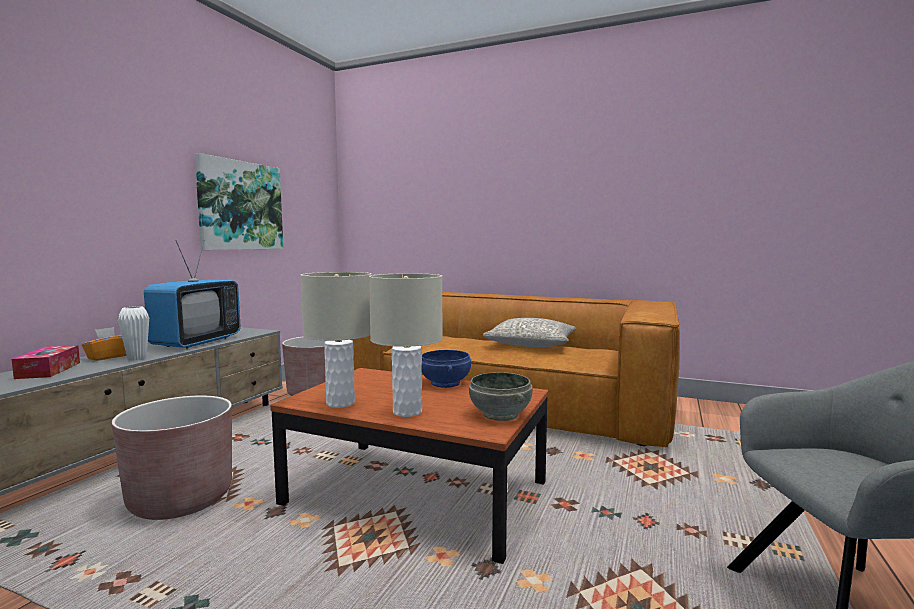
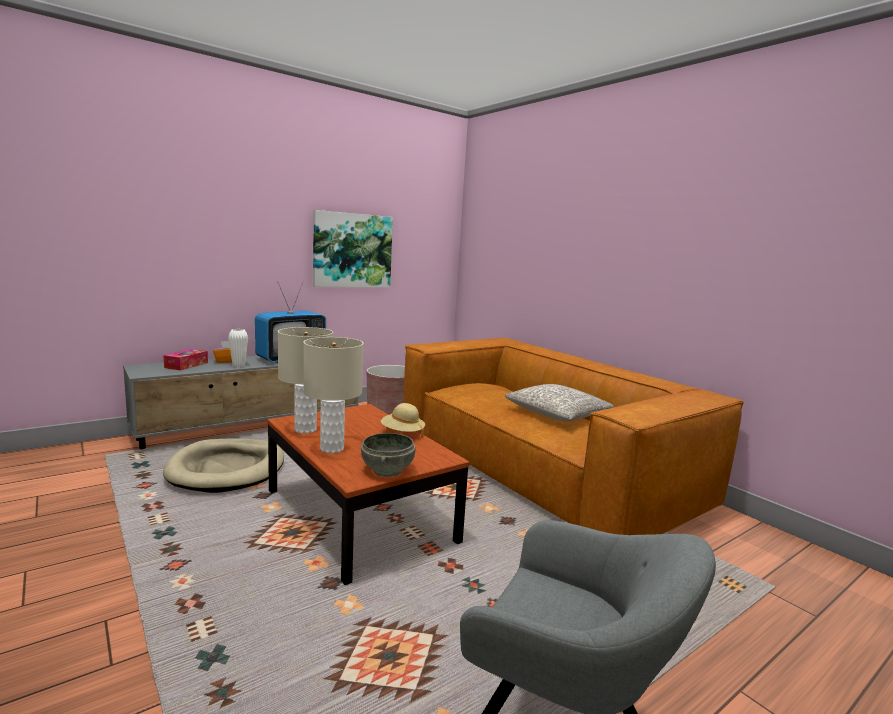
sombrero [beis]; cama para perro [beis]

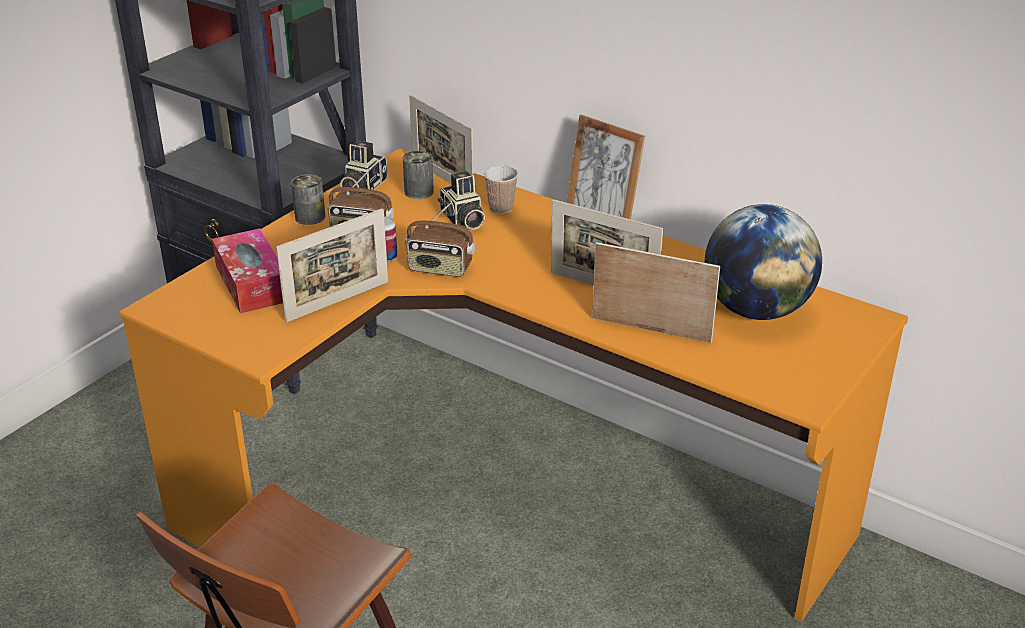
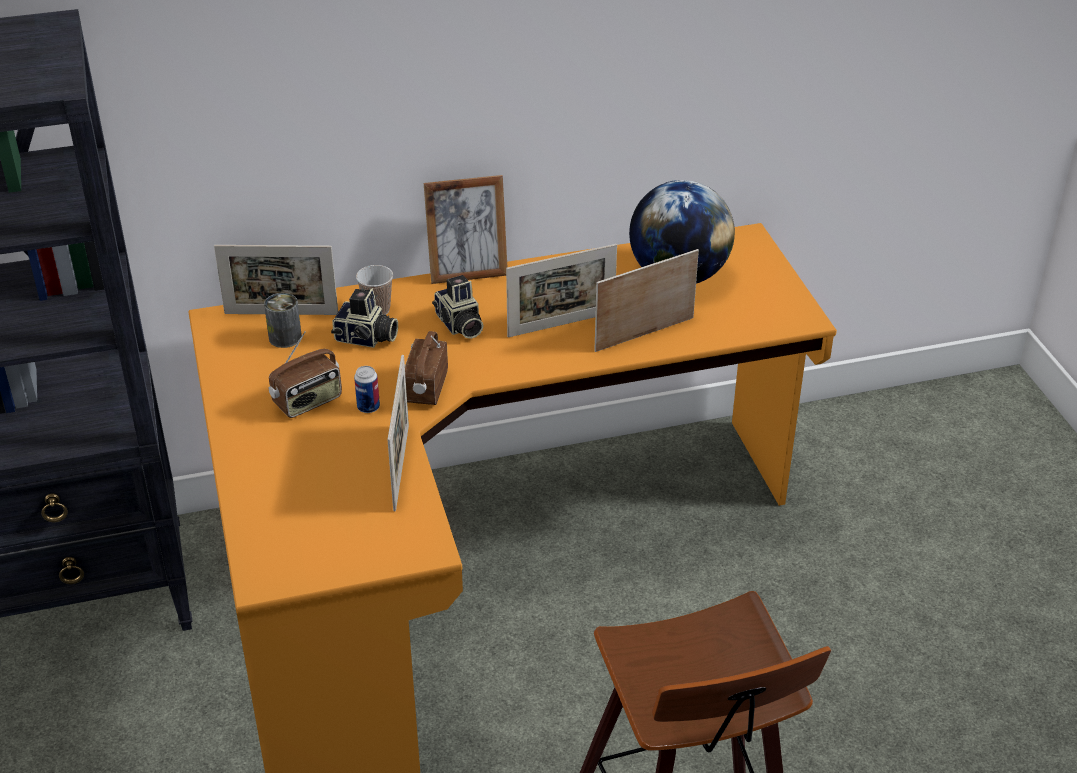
cámara (no. 2 from left); lata (no. 1 from left in the first image); radio (no. 2 from left); caja de pañuelos

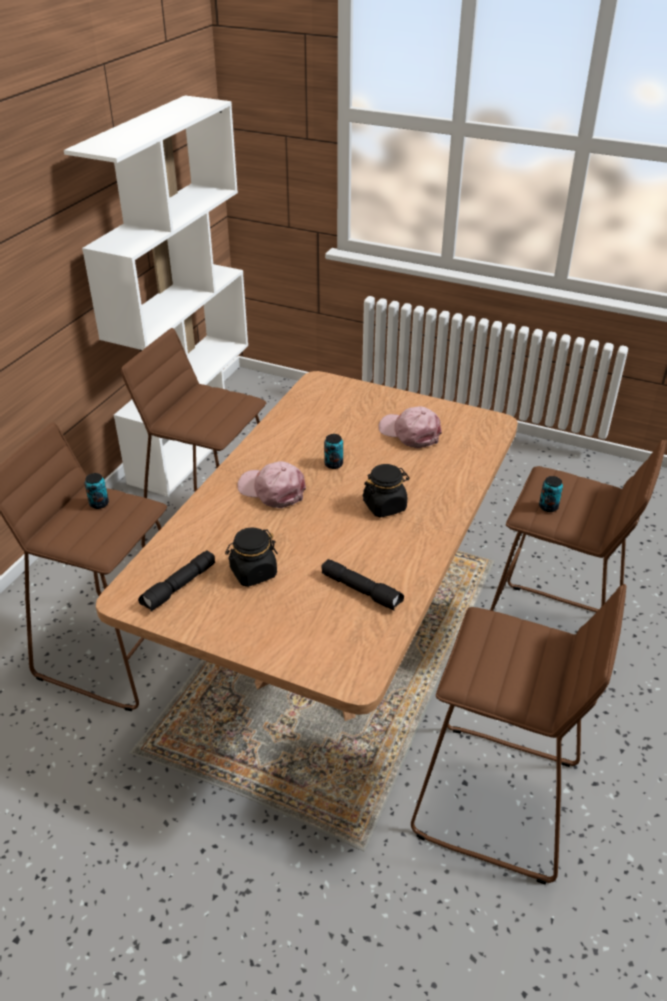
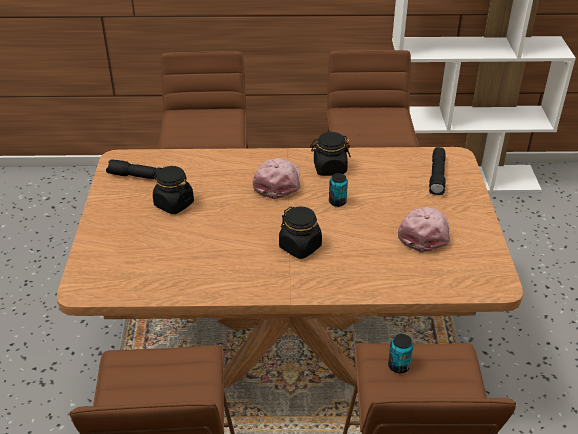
lata (no. 1 from left in the first image); linterna [negro] (no. 2 from left); tarro [negro] (no. 3 from left)

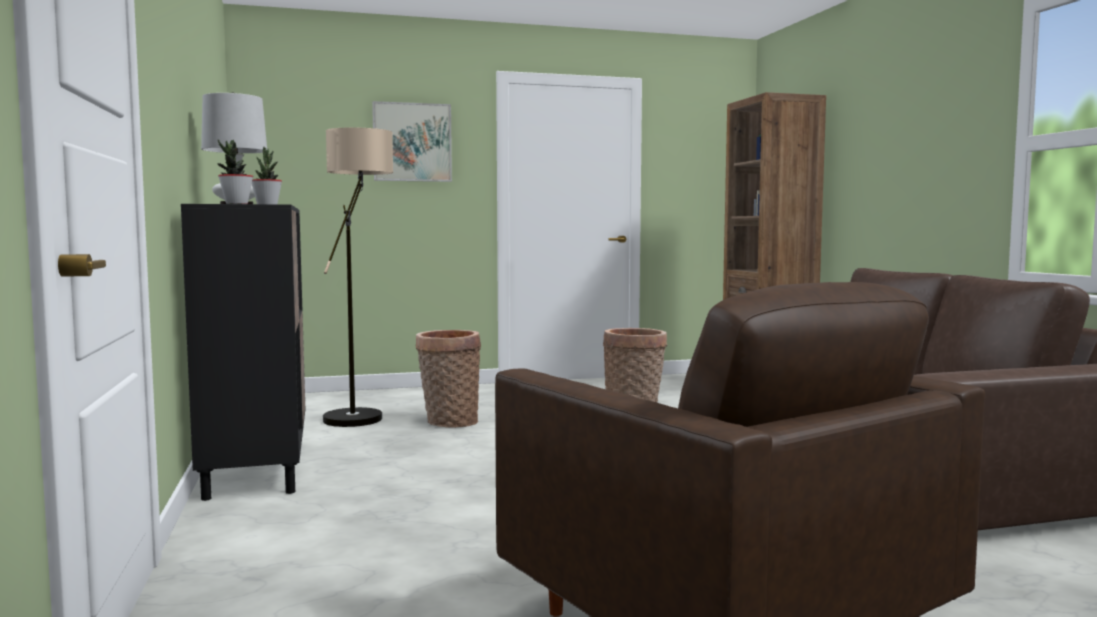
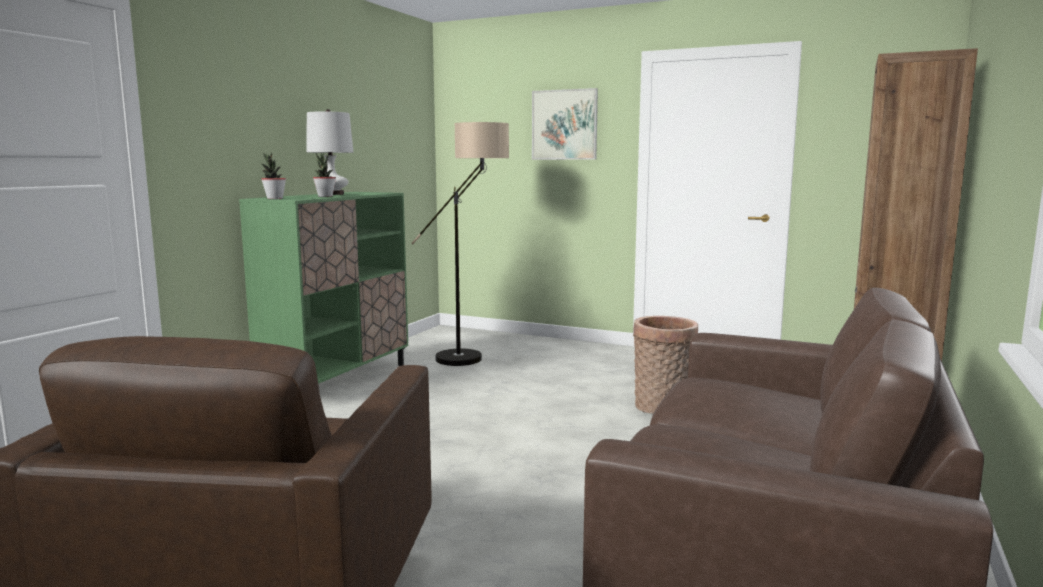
armario [verde]; cesta (no. 1 from left in the first image)

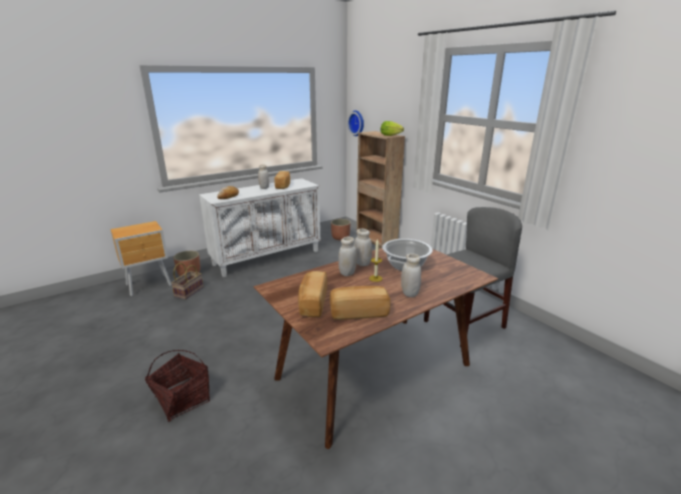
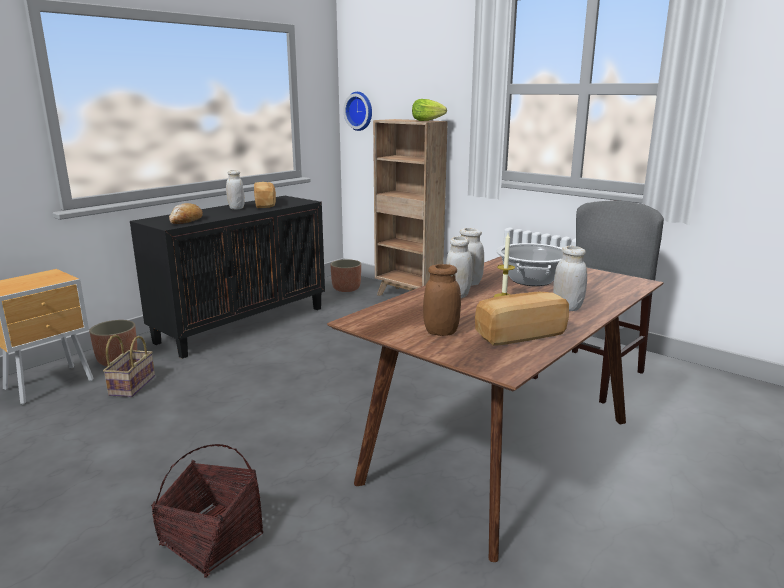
armario [negro]; tarro [marrón]

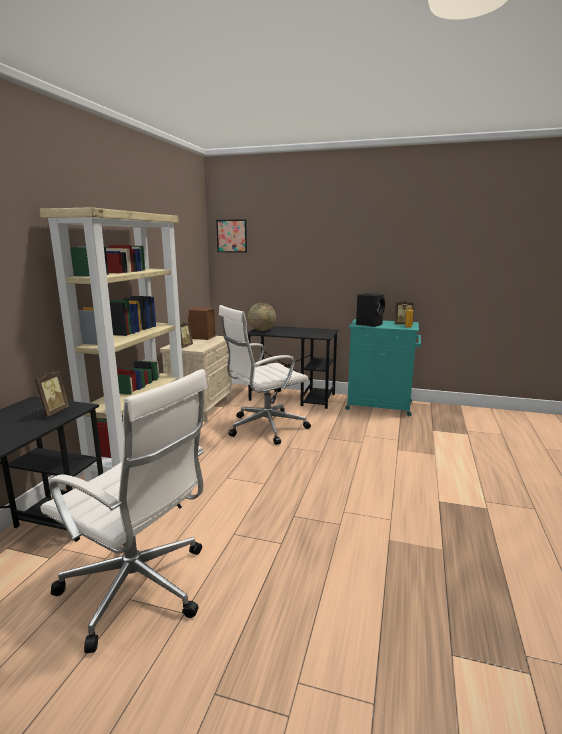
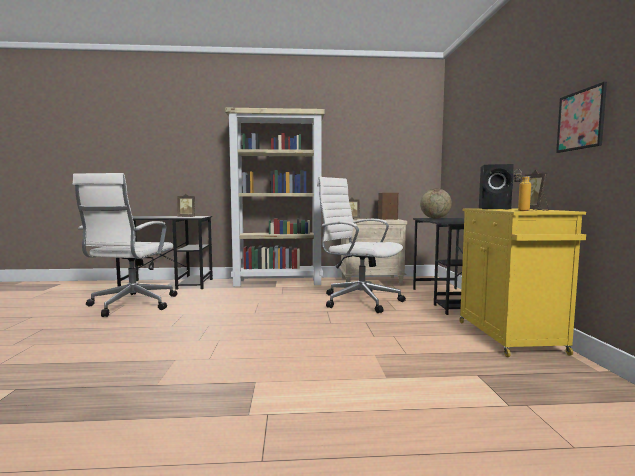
cuadro; armario [amarillo]

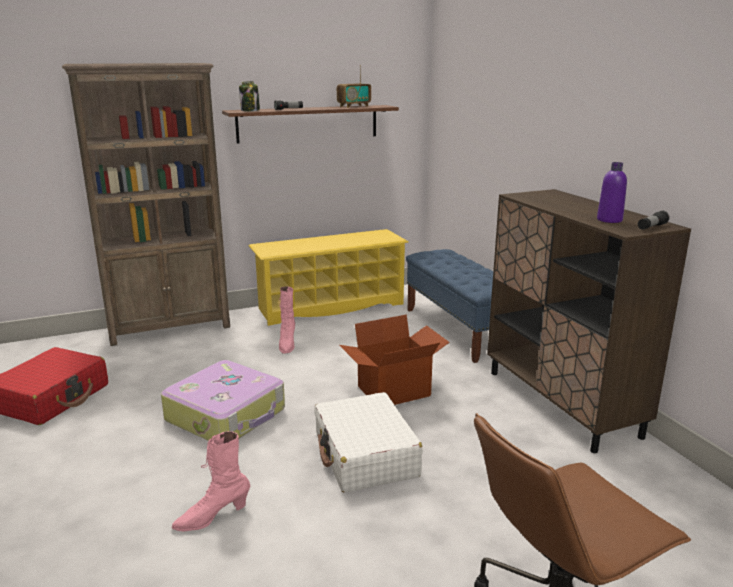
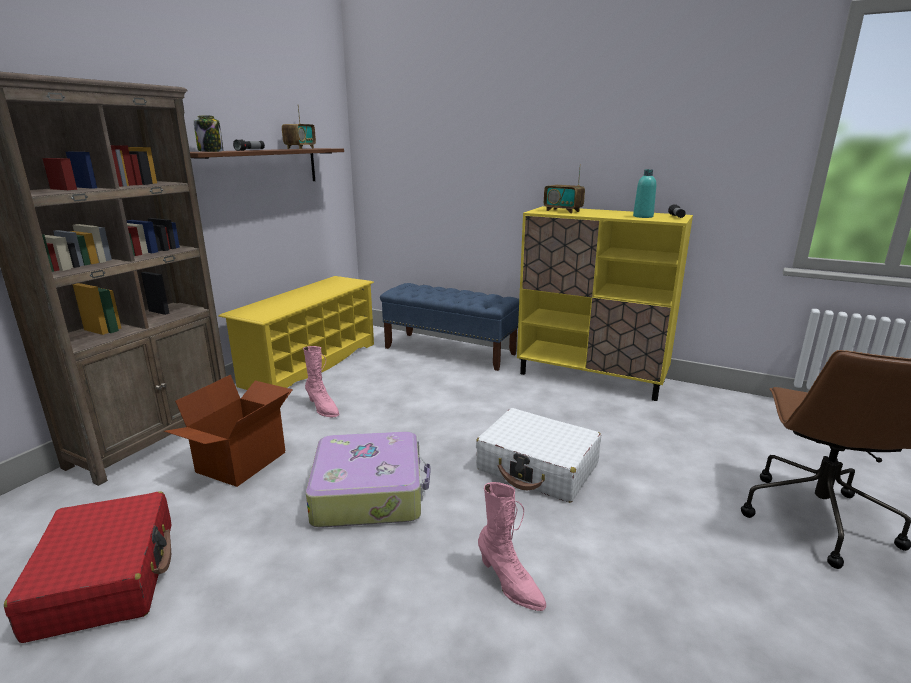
botella [turquesa]; armario [amarillo]; caja de cartón; bota [rosa] (no. 2 from left); radio (no. 2 from left)

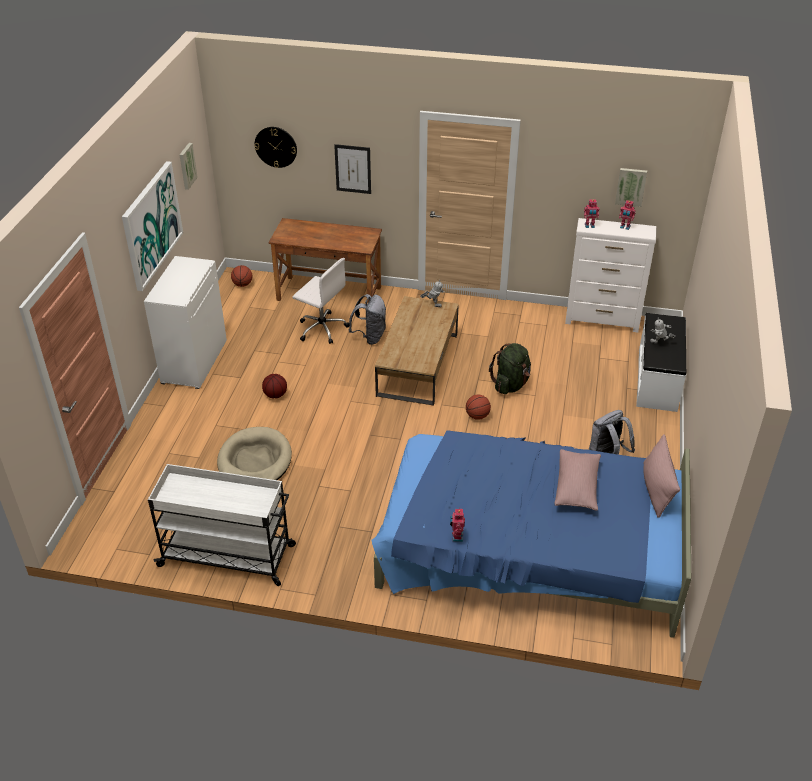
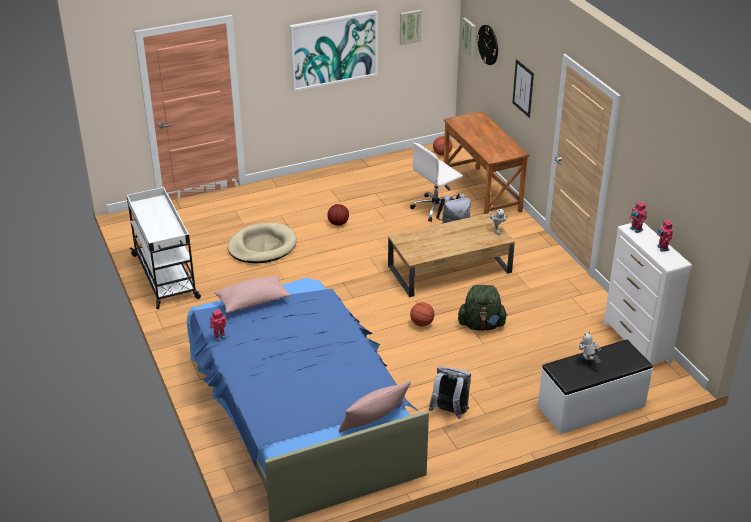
cuadro (no. 3 from left); armario [blanco]; silla de oficina [blanco]; cojín [rosa] (no. 1 from left)

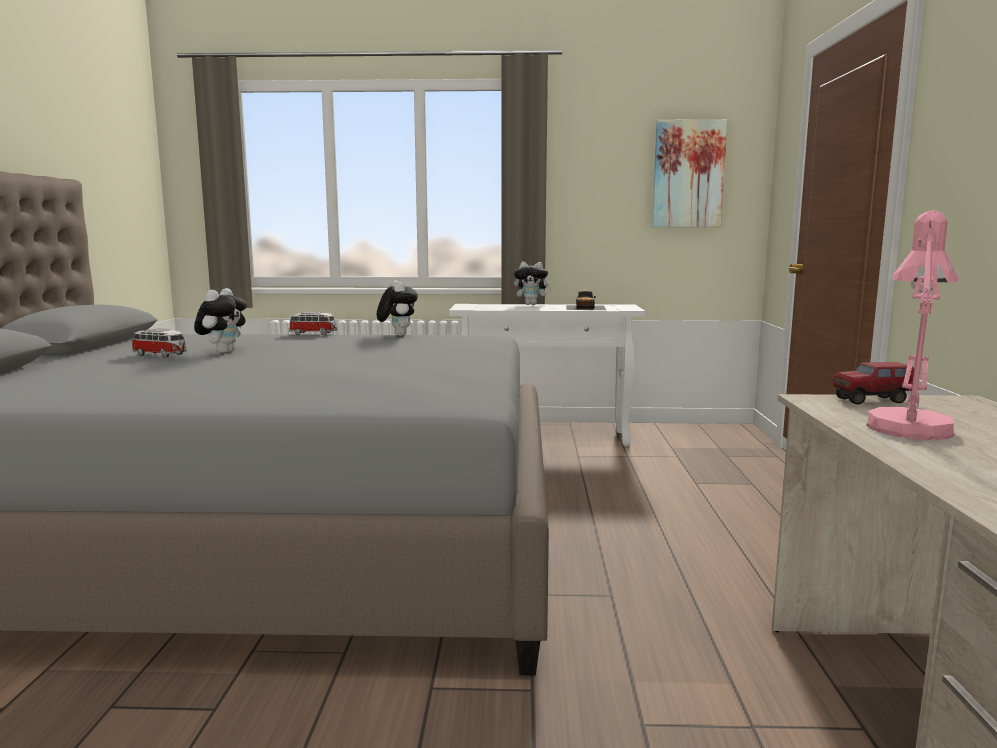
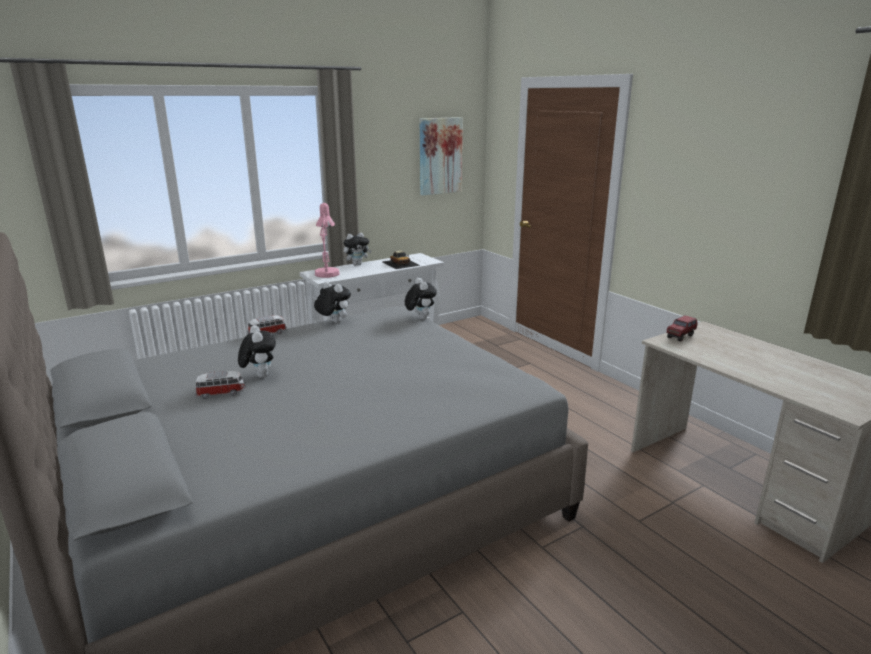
lámpara de mesa [rosa]; peluche (no. 4 from left)

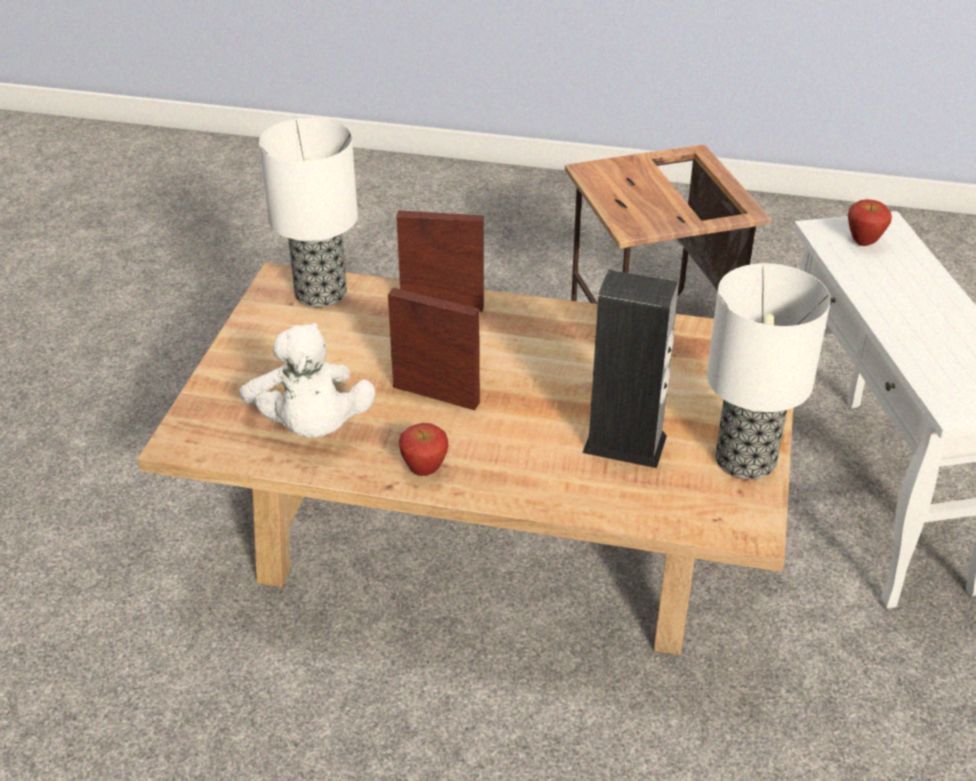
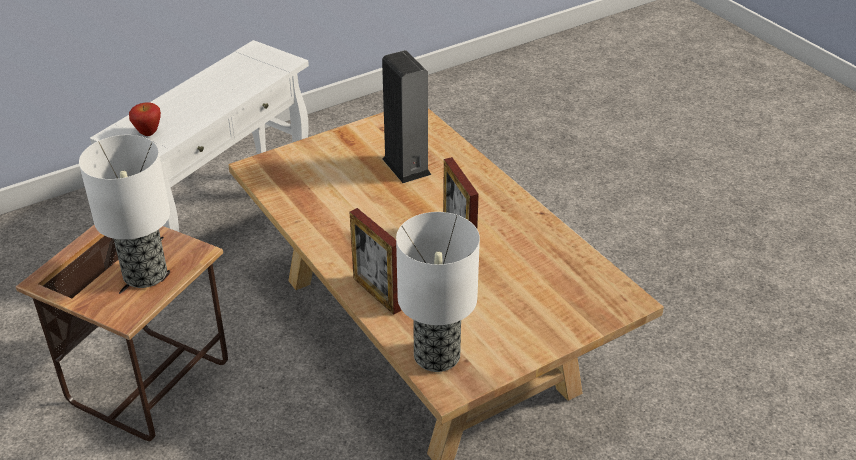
lámpara de mesa (no. 1 from left); peluche [blanco]; manzana (no. 1 from left in the first image)

